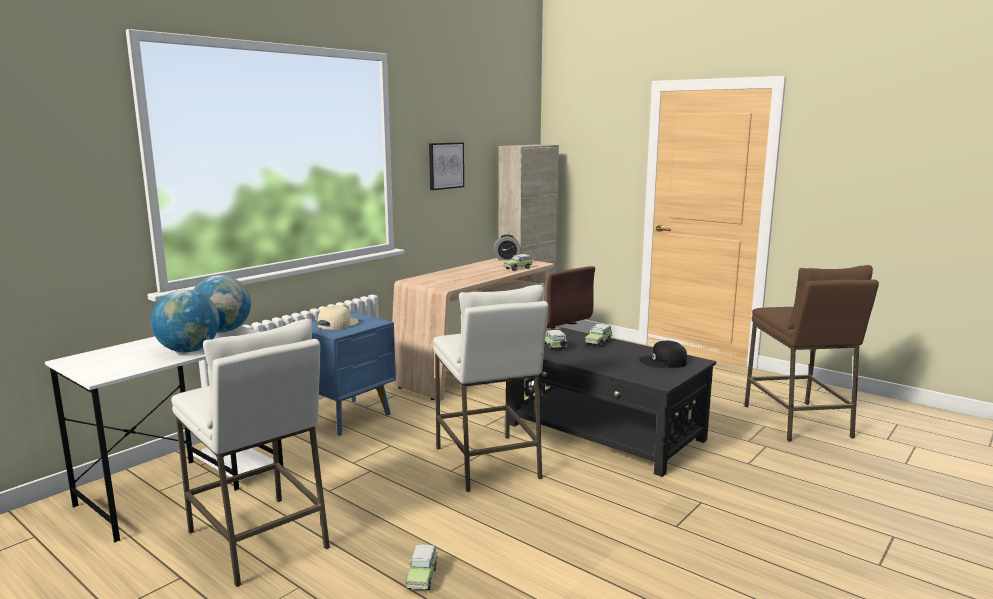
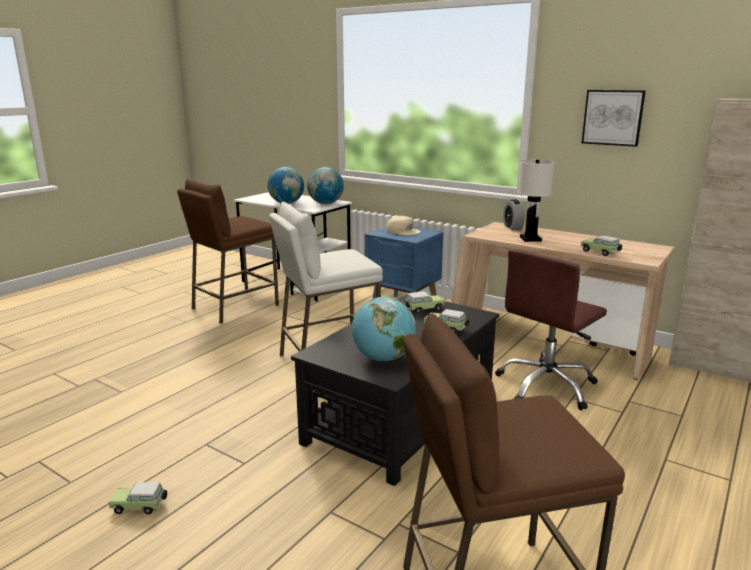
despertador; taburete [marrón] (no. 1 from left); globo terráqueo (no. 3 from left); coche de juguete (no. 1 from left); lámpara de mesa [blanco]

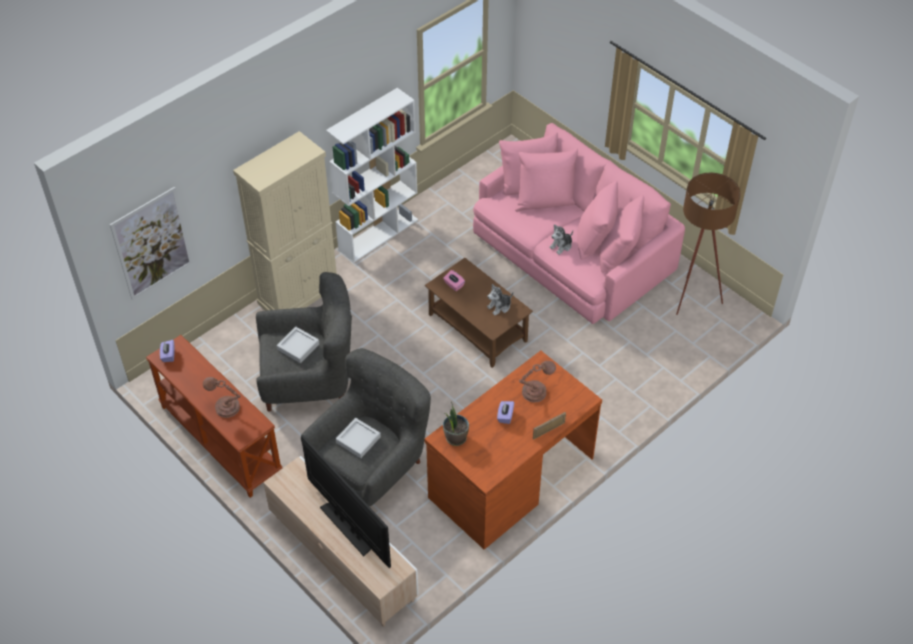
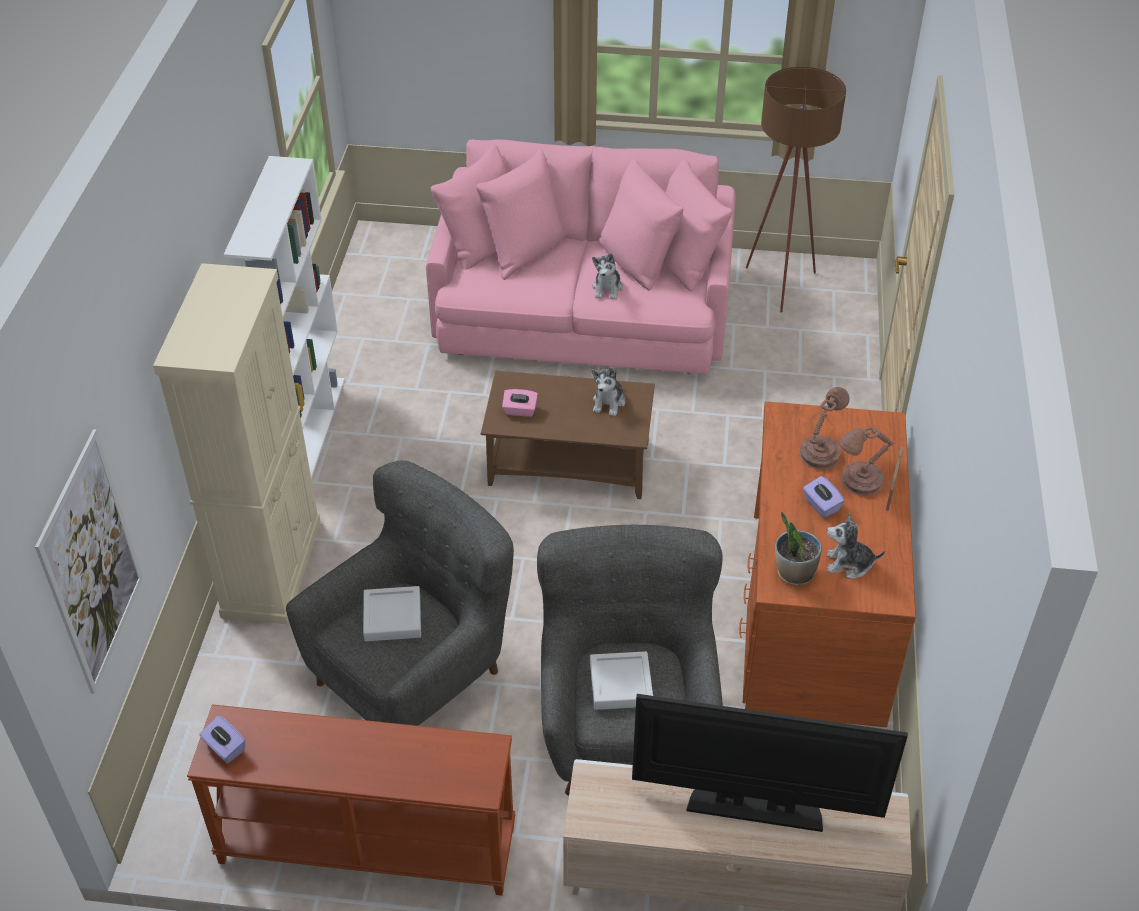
lámpara de mesa [marrón] (no. 2 from left); peluche (no. 3 from left)

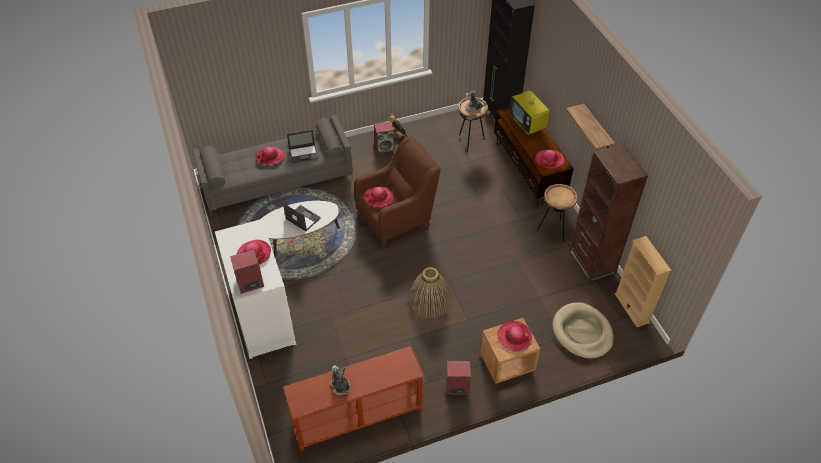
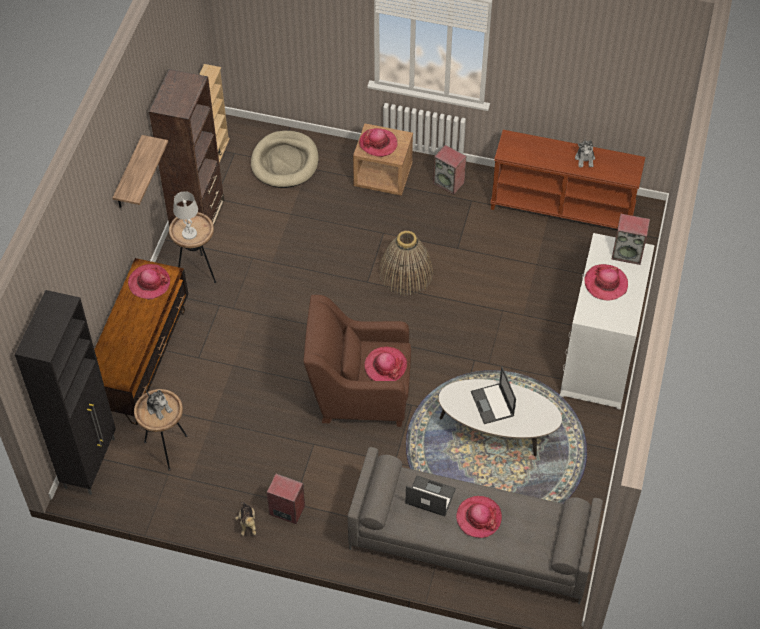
televisor; lámpara de mesa [blanco]

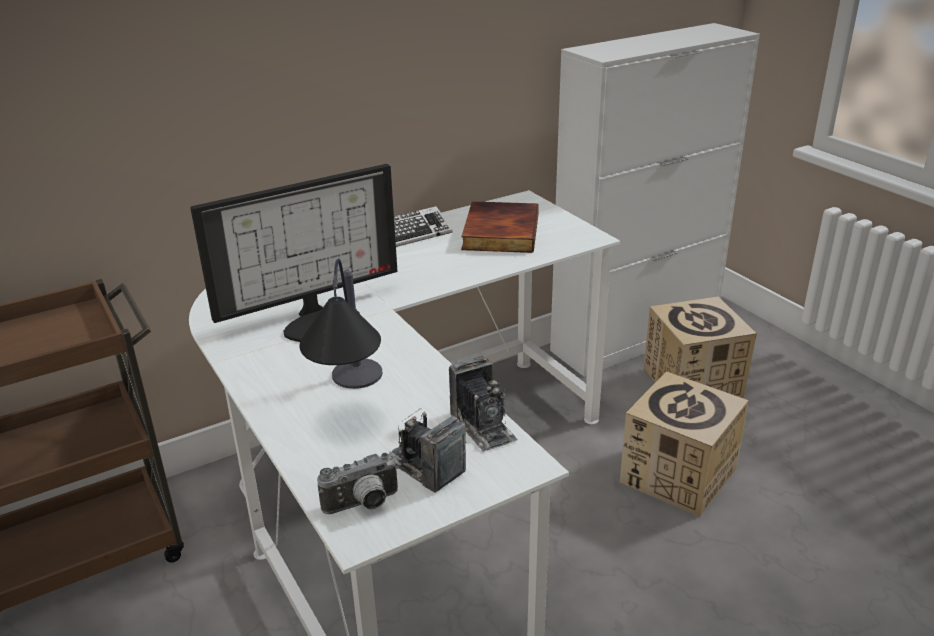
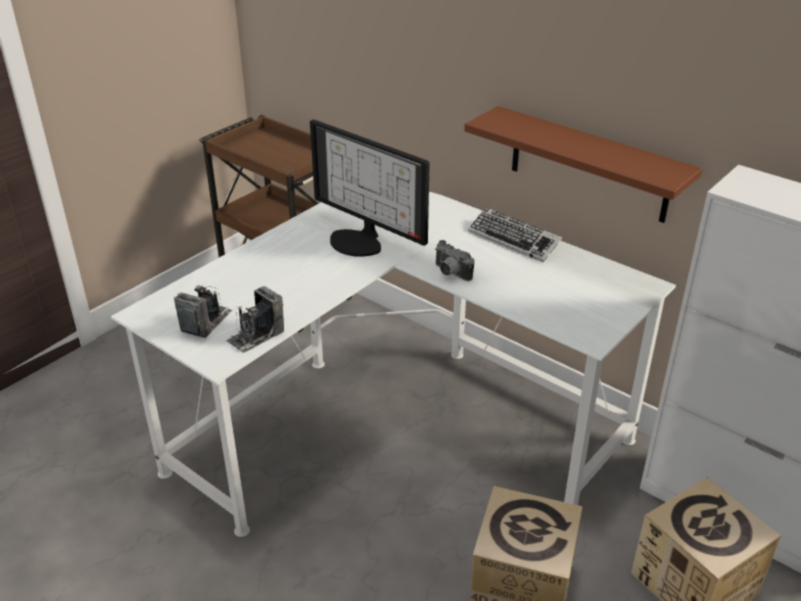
libro; lámpara de mesa; cámara (no. 3 from left); estante [marrón]

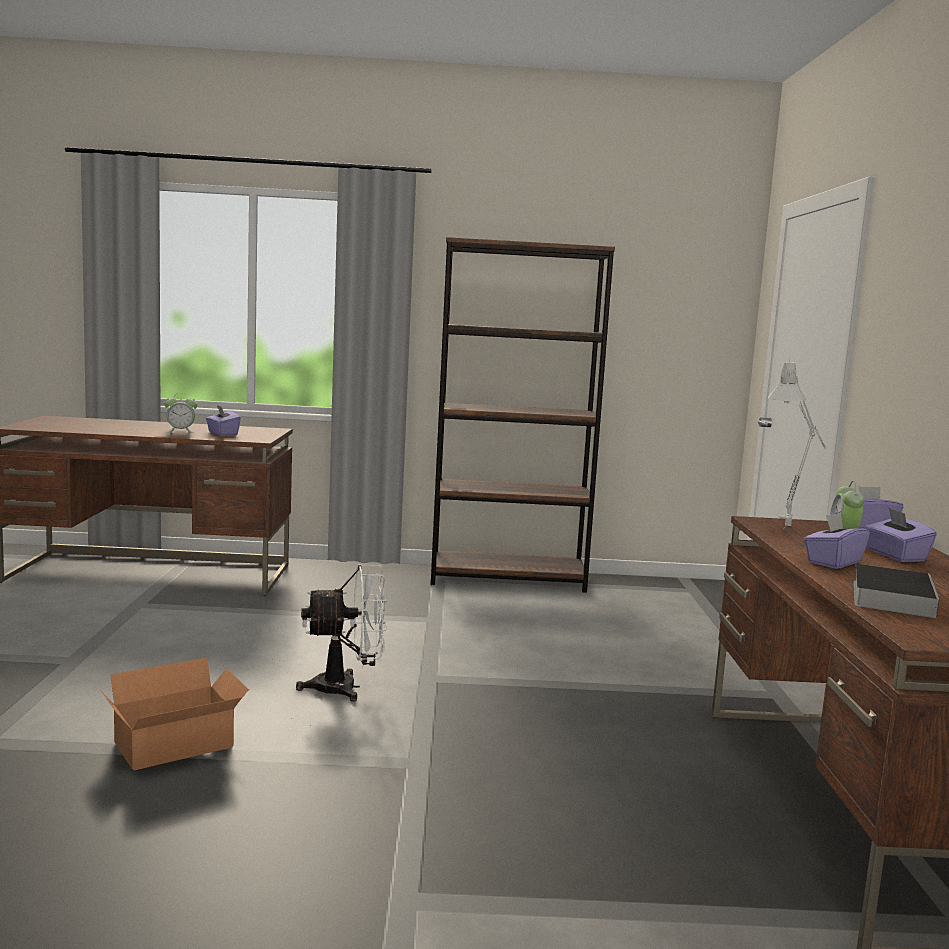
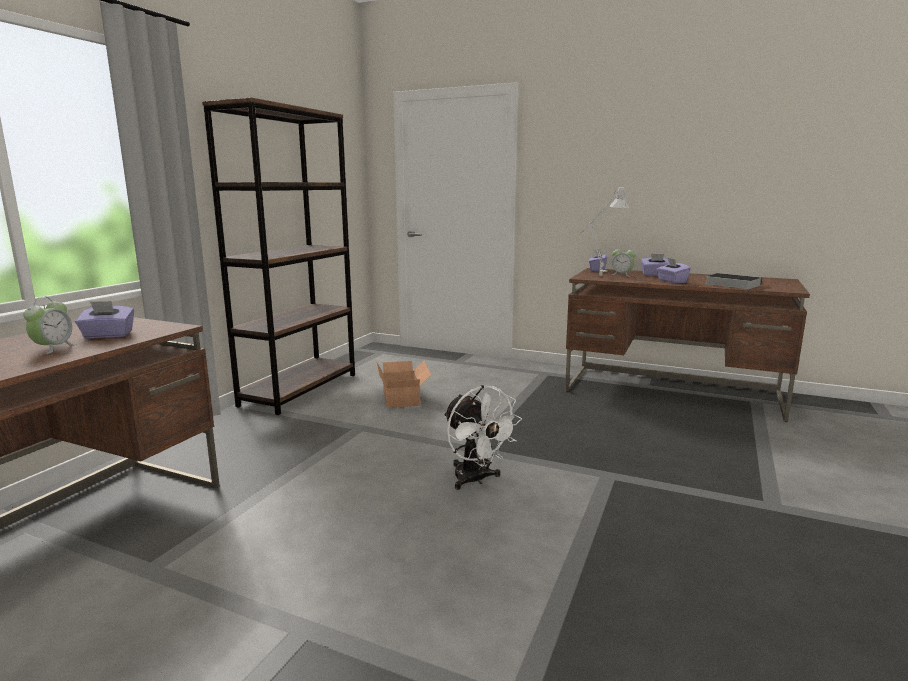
ventilador [blanco]; caja de cartón

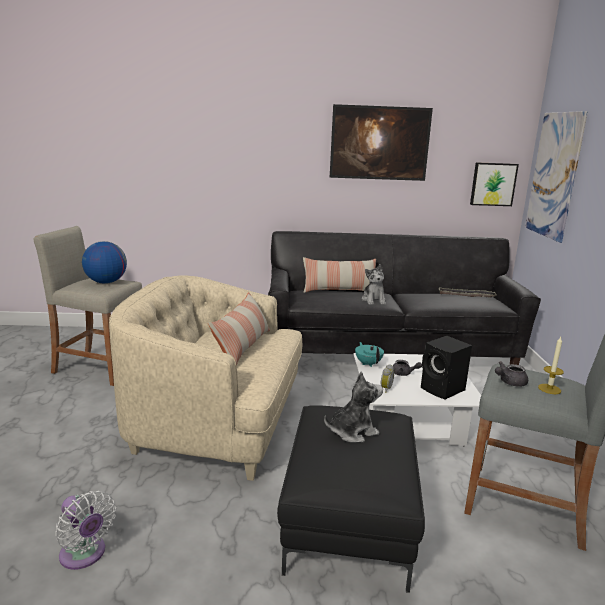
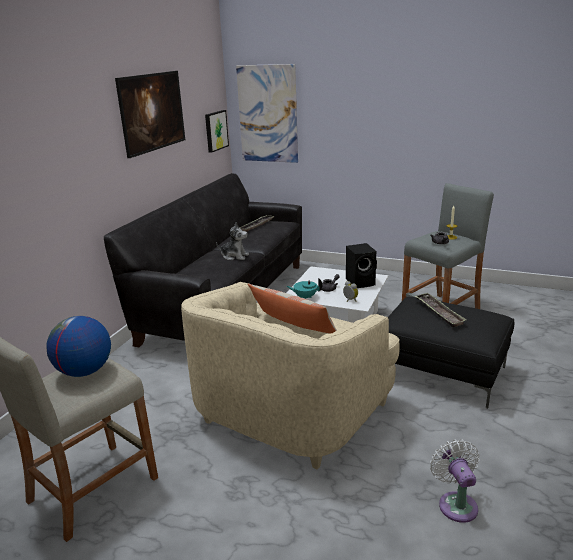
cojín (no. 2 from left in the first image); bandeja (no. 2 from left); ventilador [blanco]

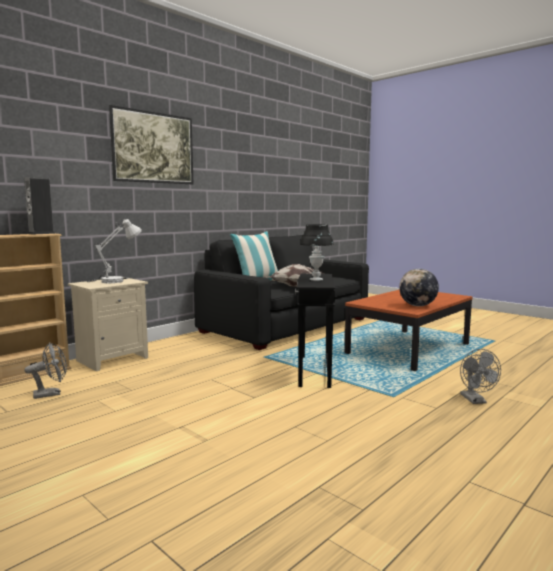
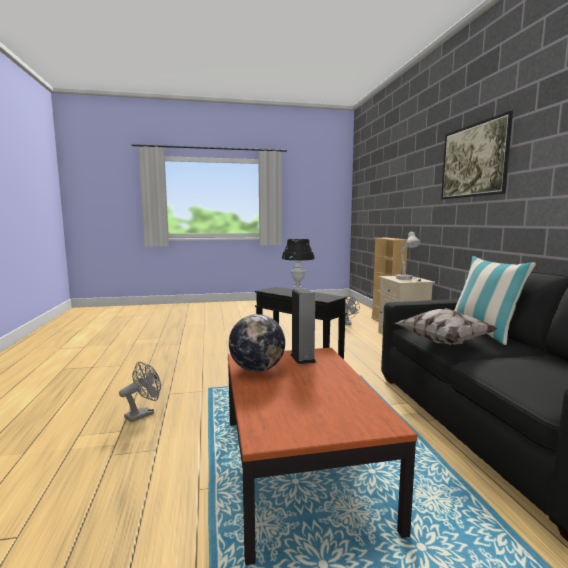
altavoz; ventilador [gris] (no. 1 from left)

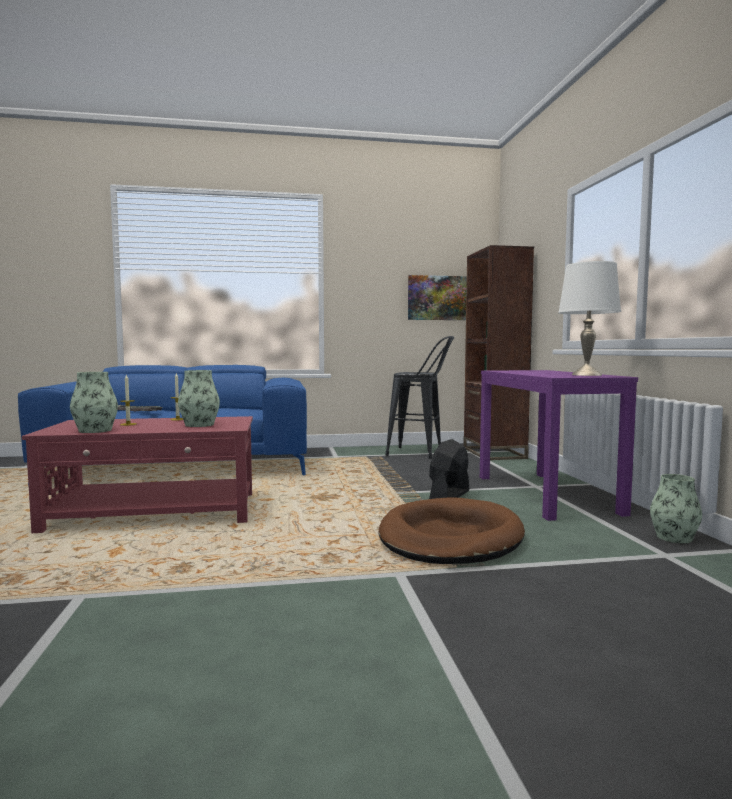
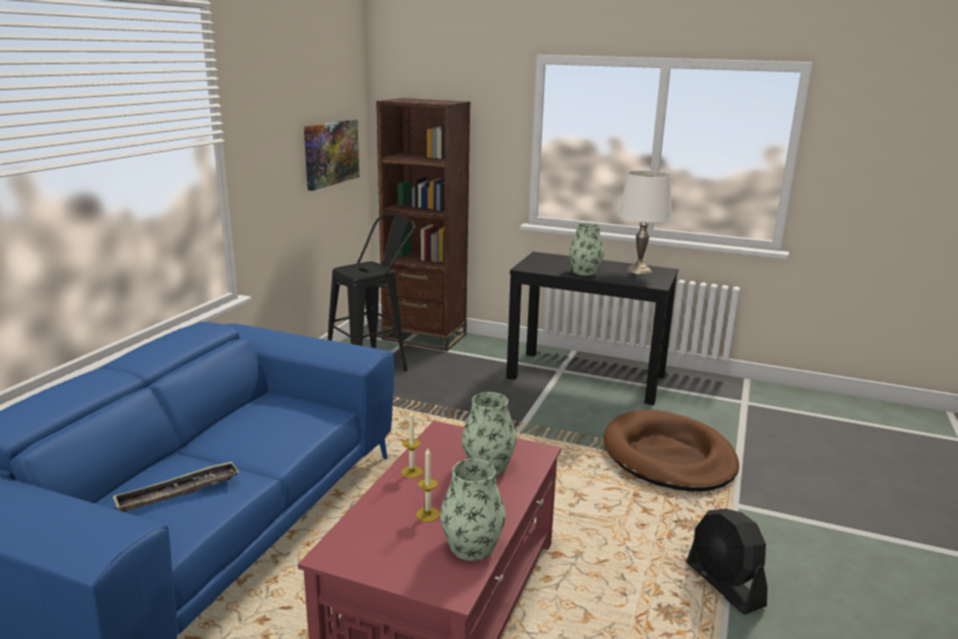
mesa consola [negro]; ventilador [negro]; florero (no. 3 from left)

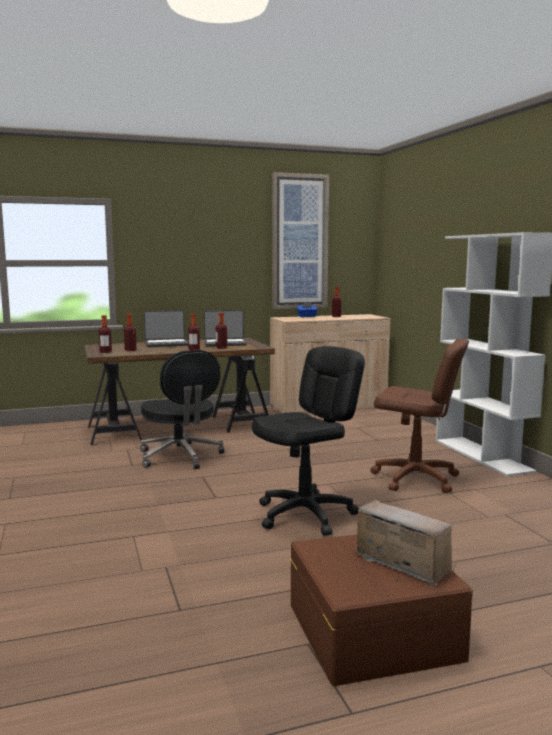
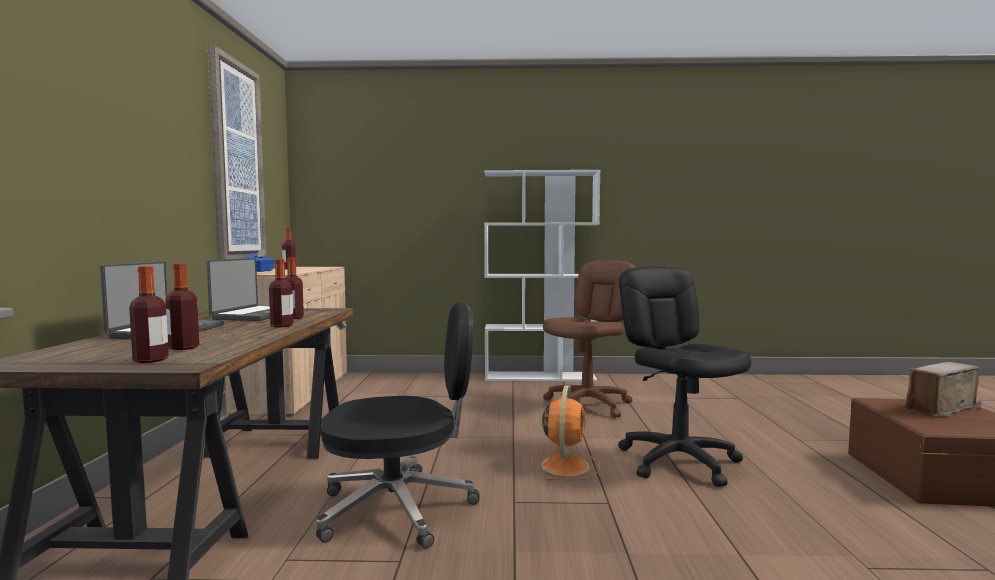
ventilador [naranja]

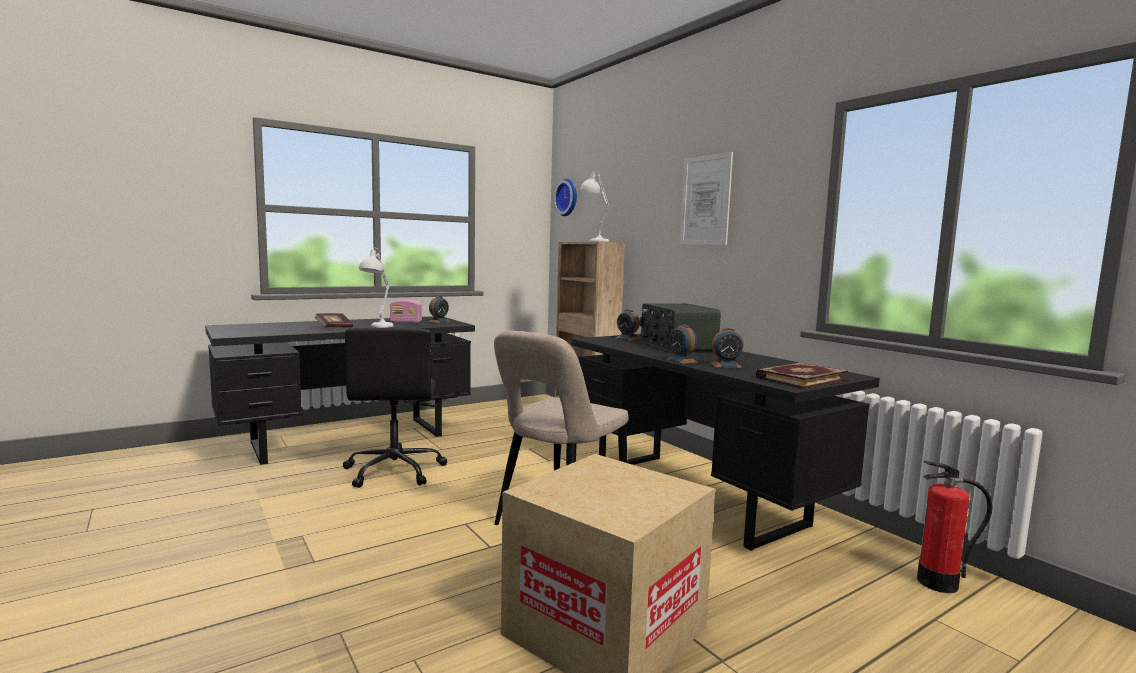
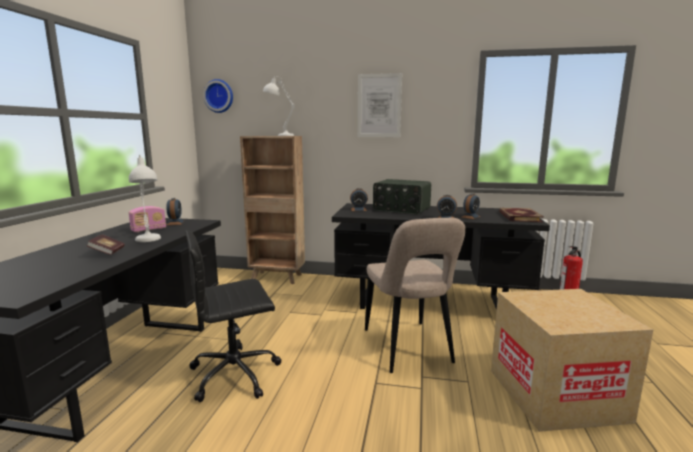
silla de oficina [negro]

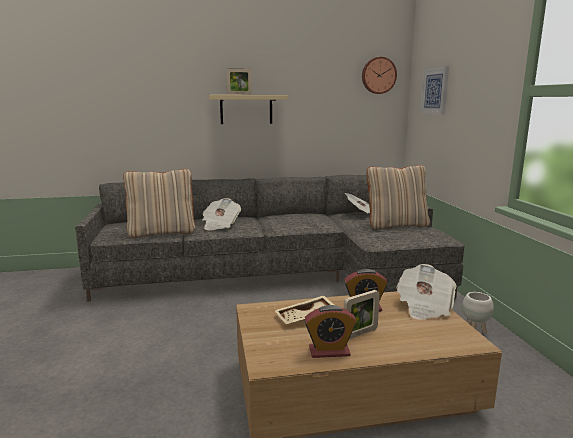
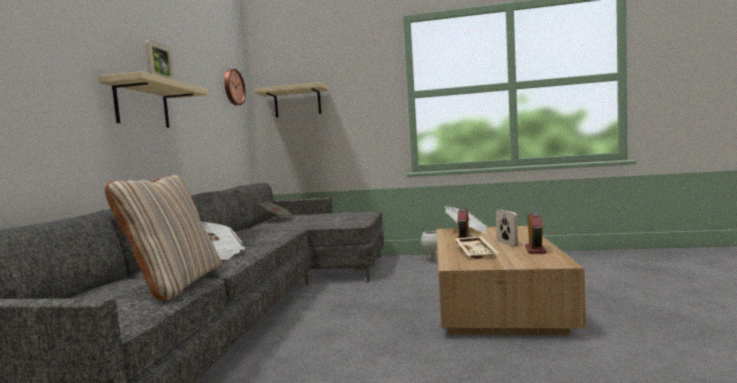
estante [beis] (no. 2 from left); cojín [beis] (no. 2 from left in the first image)

